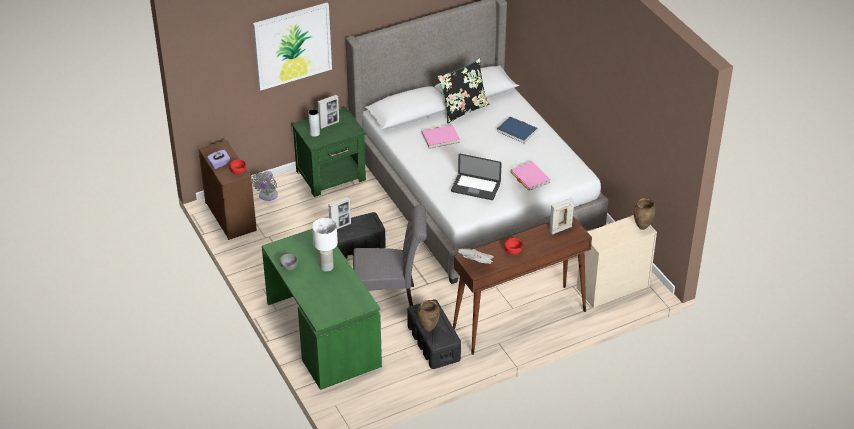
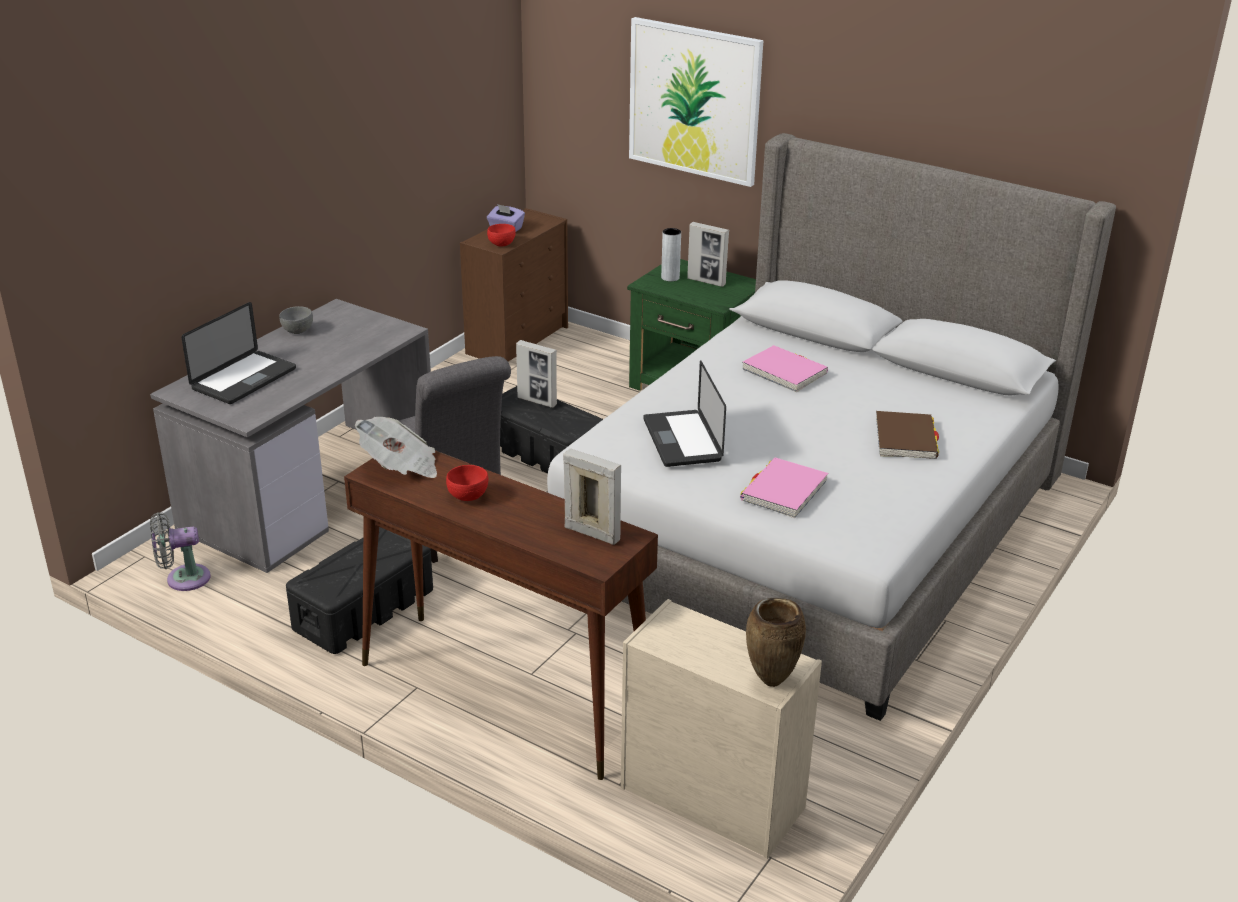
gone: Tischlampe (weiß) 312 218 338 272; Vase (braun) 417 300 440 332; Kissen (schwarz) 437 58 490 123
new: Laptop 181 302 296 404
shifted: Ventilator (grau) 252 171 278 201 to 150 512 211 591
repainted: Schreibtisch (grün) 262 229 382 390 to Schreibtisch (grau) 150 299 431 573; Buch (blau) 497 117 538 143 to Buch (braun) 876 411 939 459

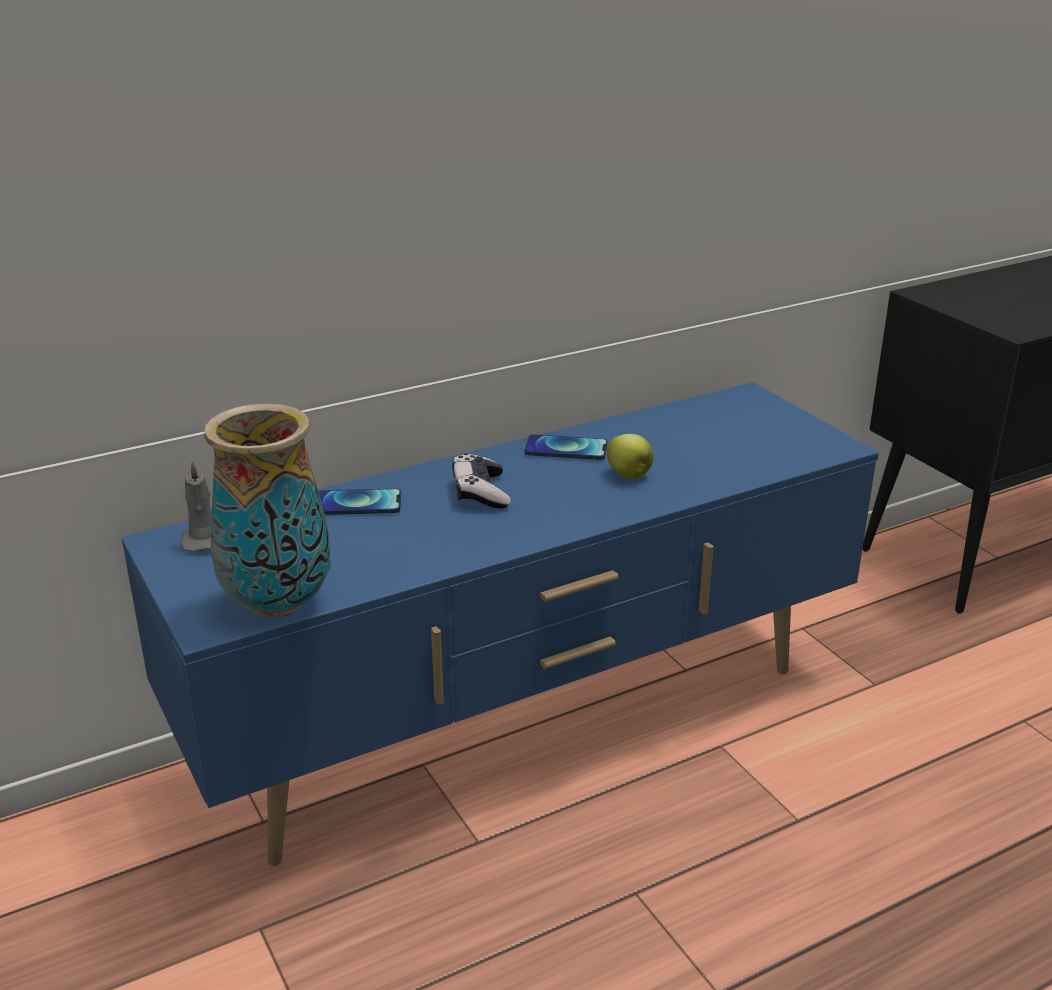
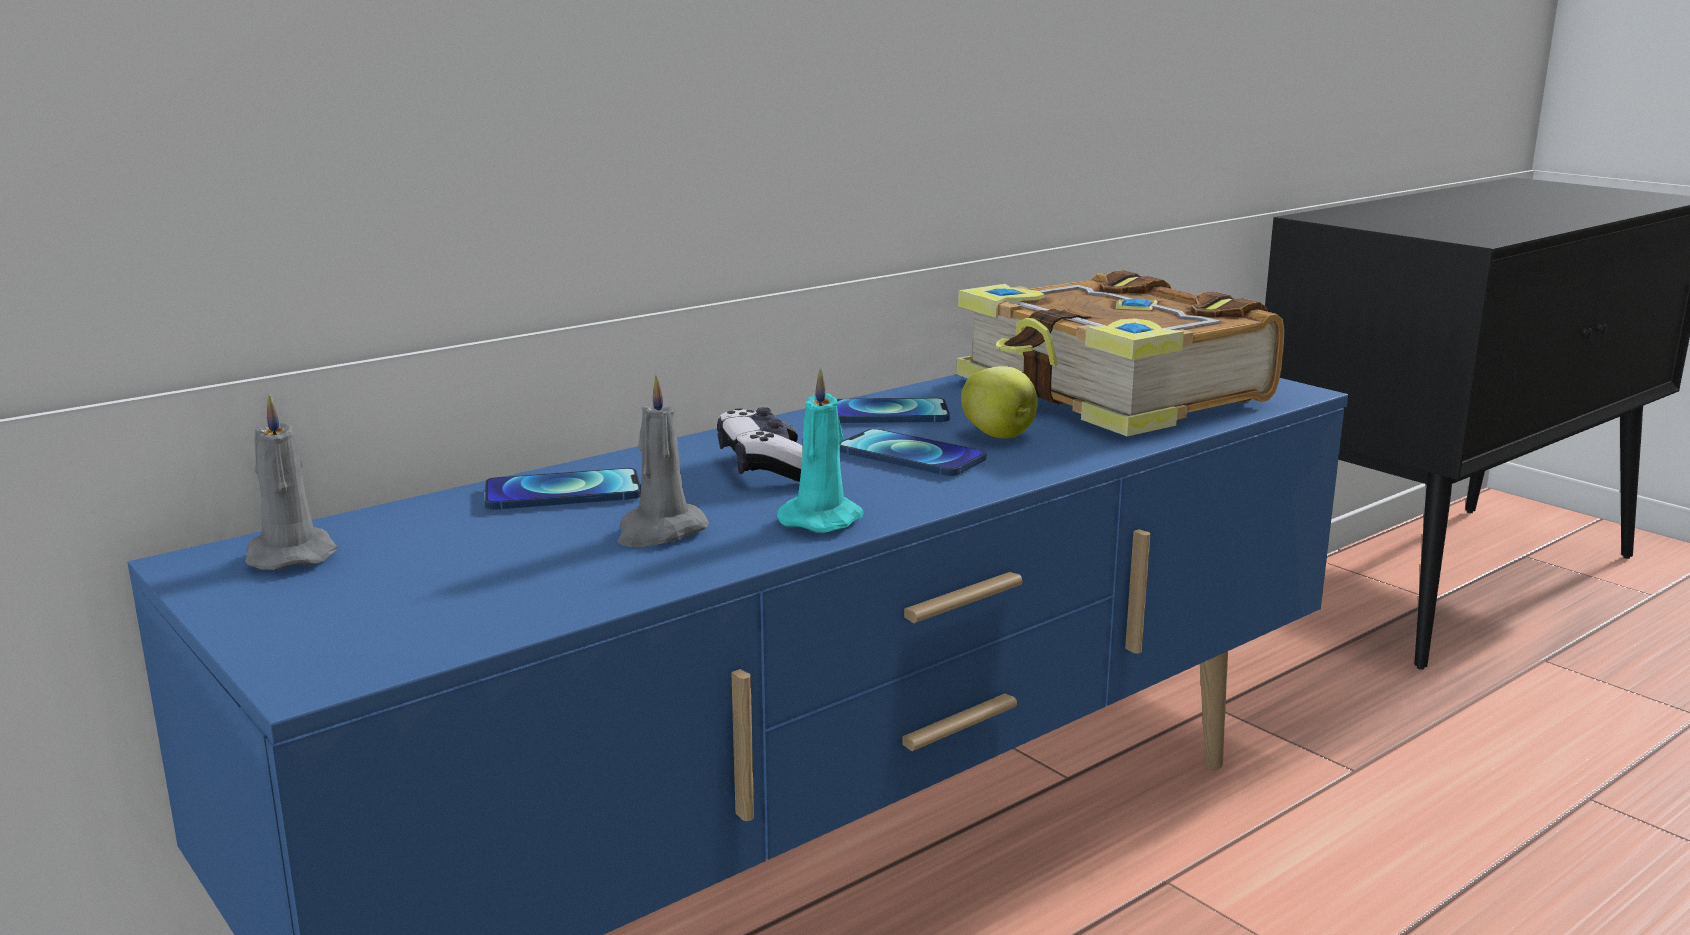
gone: Vase 204 404 331 618
new: Kerze (grau) 617 375 709 547; Kerze (türkis) 777 367 864 533; Handy 840 429 986 476; Buch 956 270 1284 436

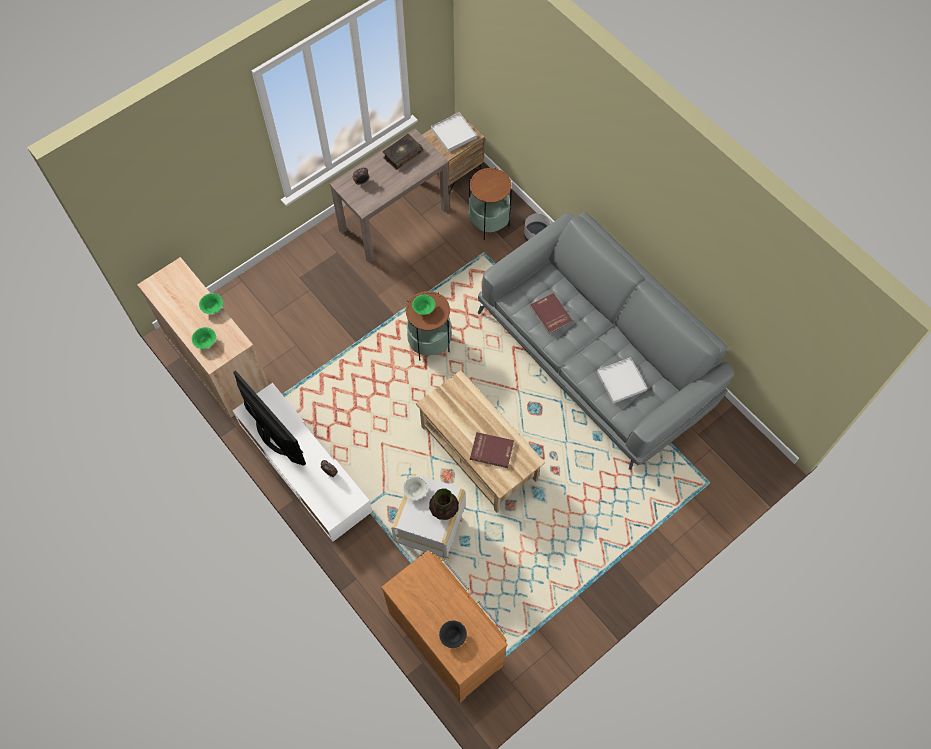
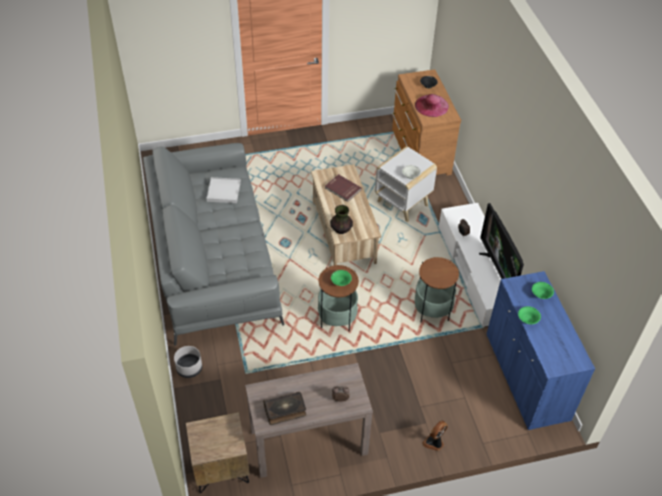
gone: Tablett (weiß) 431 112 477 152; Buch (rot) 530 293 573 334
new: Hut (rosa) 415 94 449 117; Ventilator 422 420 448 451
shifted: Vase 429 488 459 520 to 330 205 353 234; Beistelltisch 468 167 512 240 to 415 257 459 322
repainted: Schrank (beige) 137 257 269 418 to Schrank (blau) 486 271 595 430

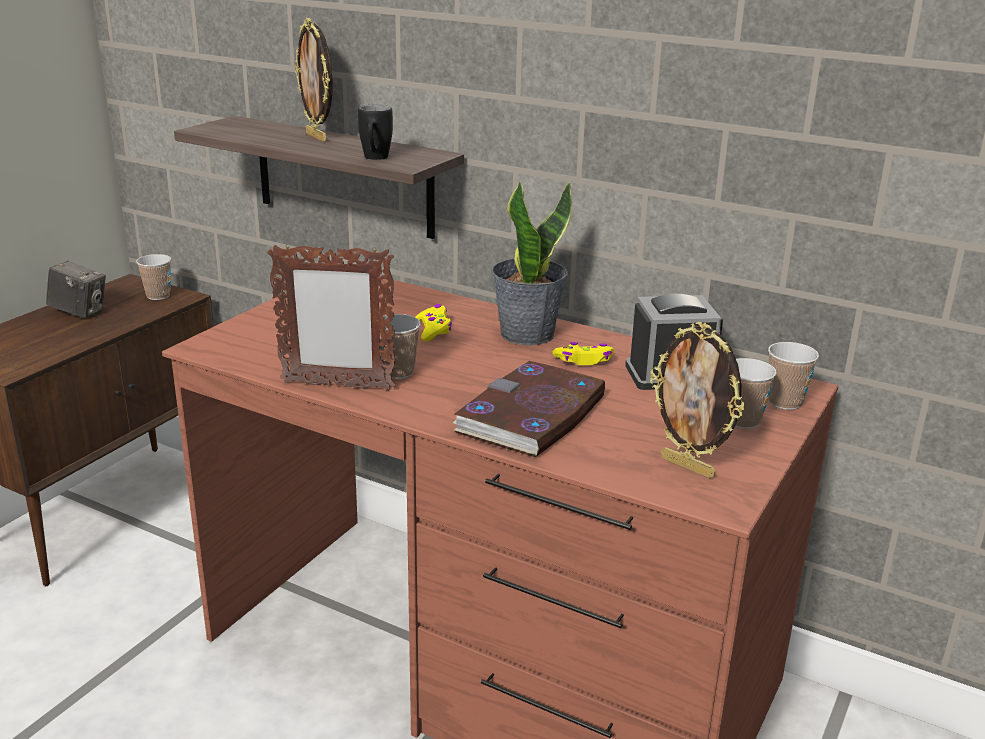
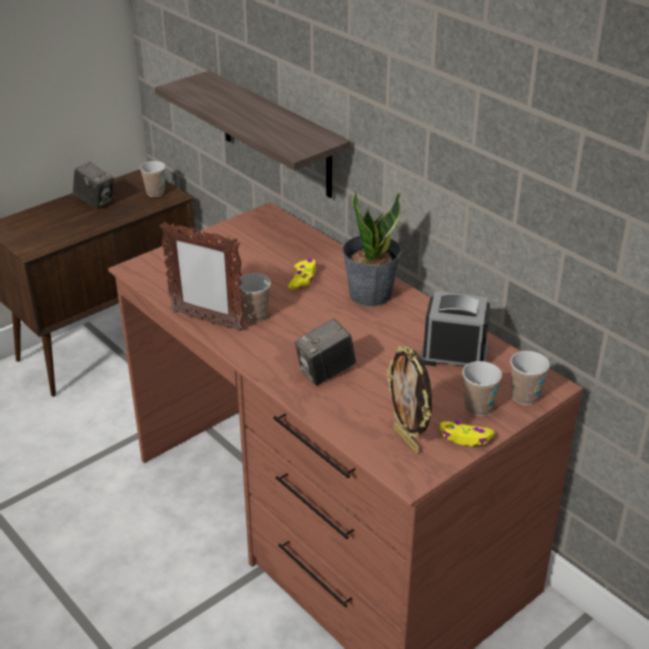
gone: Bilderrahmen 294 18 332 142; Henkelbecher (schwarz) 358 105 393 160
shifted: Gamepad (gelb) 552 342 614 365 to 440 420 495 446
swapped: Buch 452 361 605 457 to Kamera 295 318 356 385

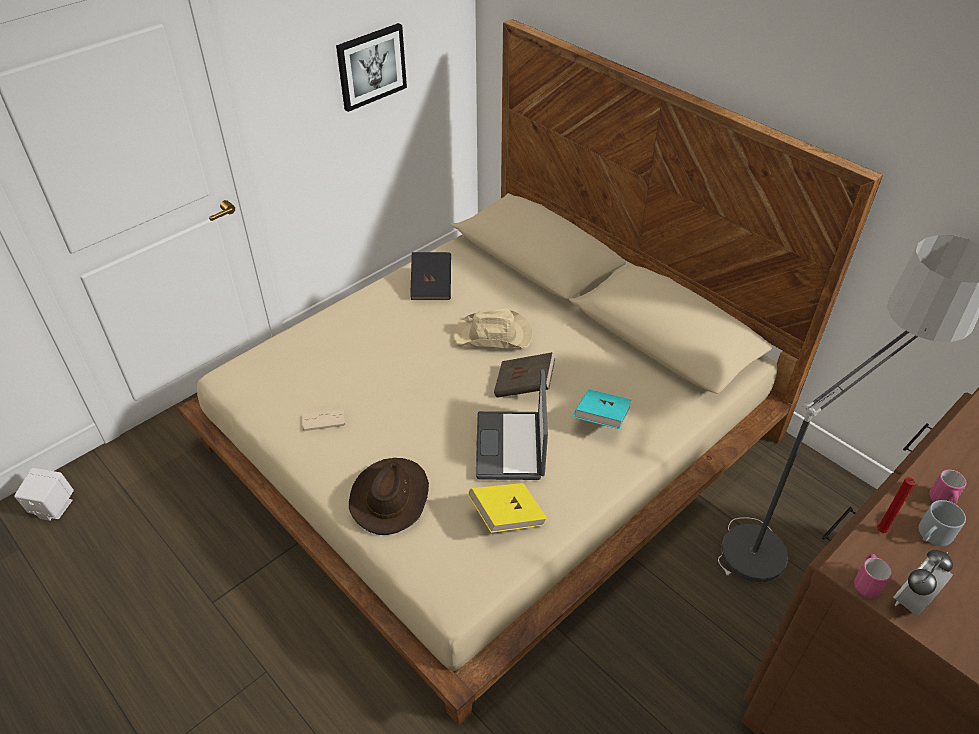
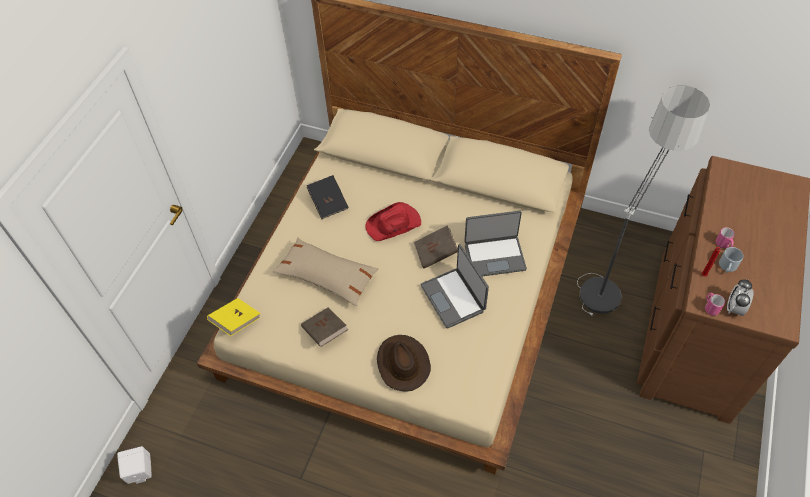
gone: Bild 336 23 407 112
new: Kissen (beige) 273 238 379 306
shifted: Buch (gelb) 468 483 547 533 to 207 298 260 336
swapped: Gamepad (beige) 302 409 345 431 to Buch (braun) 301 307 348 347; Buch (türkis) 574 389 632 429 to Laptop 464 211 527 276
repainted: Hut (beige) 454 309 532 348 to Hut (rot) 365 202 421 241

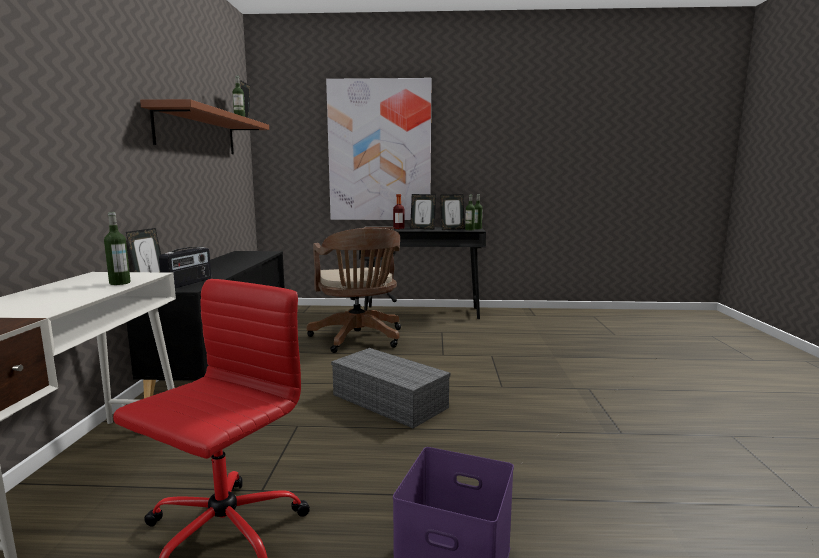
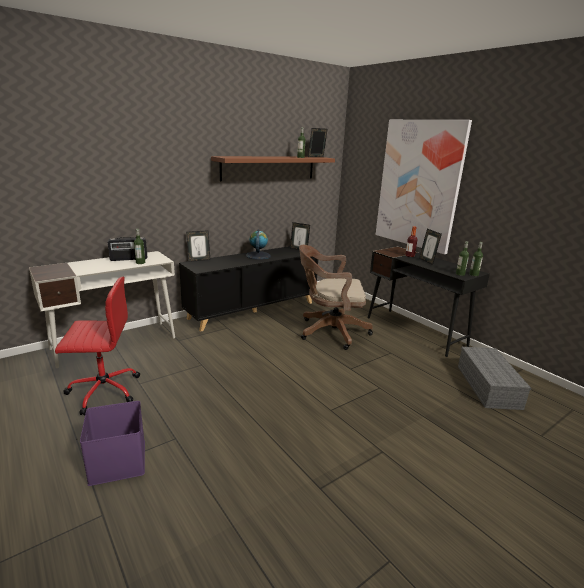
new: Globus 246 230 271 260
shifted: Radio 159 247 211 288 to 108 237 147 261; Bilderrahmen 440 194 465 230 to 290 222 310 250; Aufbewahrungsbox (grau) 331 348 450 428 to 458 347 531 410
rotated: Bürostuhl (braun) 307 228 401 353 = 299 245 373 350 60 degrees clockwise

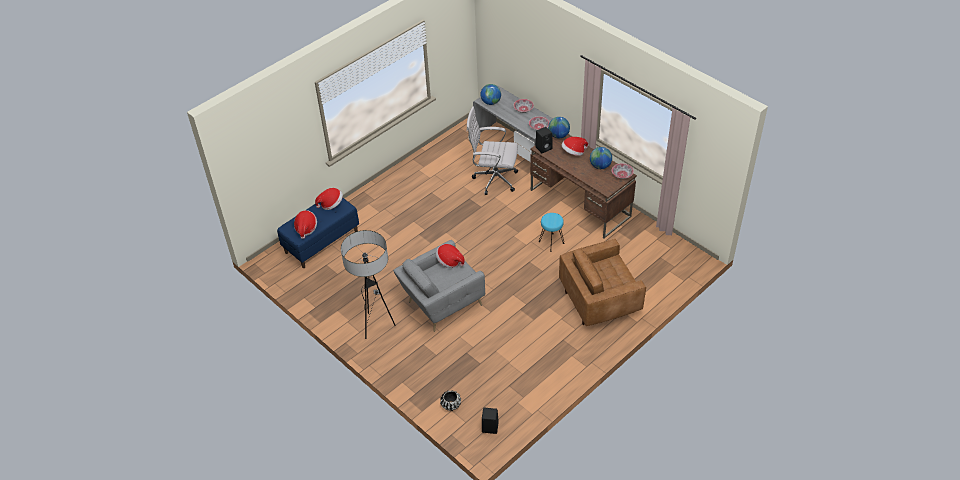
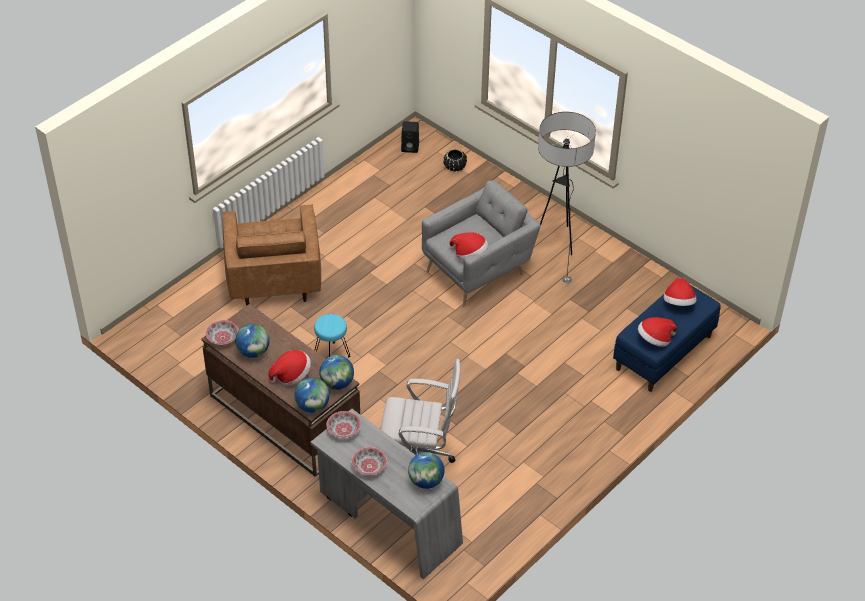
swapped: Lautsprecher (schwarz) 535 127 553 153 to Globus 319 355 354 390
rotated: Sessel (braun) 559 239 646 326 = 223 204 321 306 105 degrees clockwise

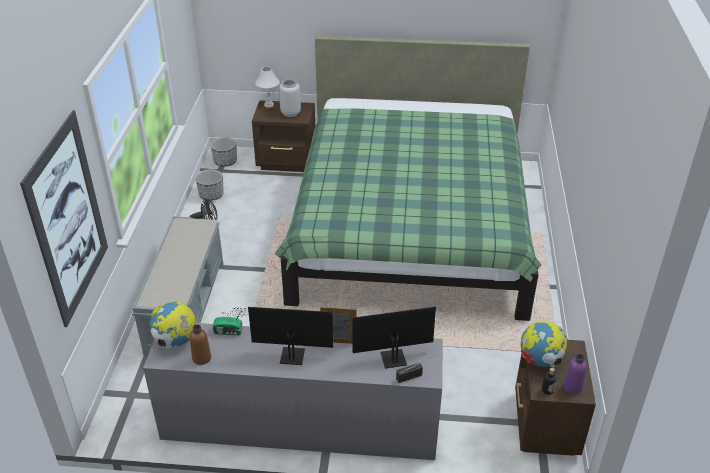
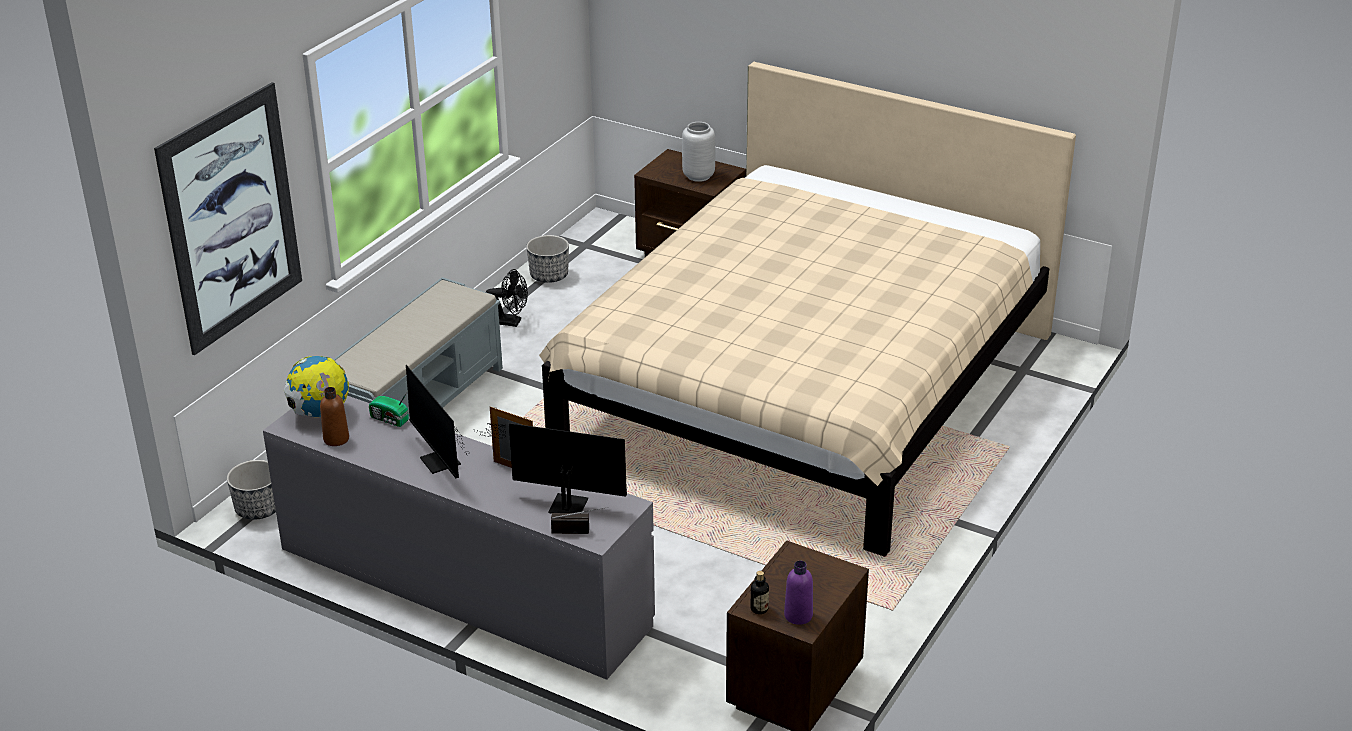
gone: Tischlampe (weiß) 255 67 280 108; Globus 521 321 568 368
shifted: Pflanzkübel 211 137 237 167 to 227 460 276 520
repainted: Bett (grün) 274 36 542 321 to Bett (beige) 539 62 1076 557
rotated: Monitor 227 307 333 365 = 406 365 469 478 150 degrees counterclockwise

